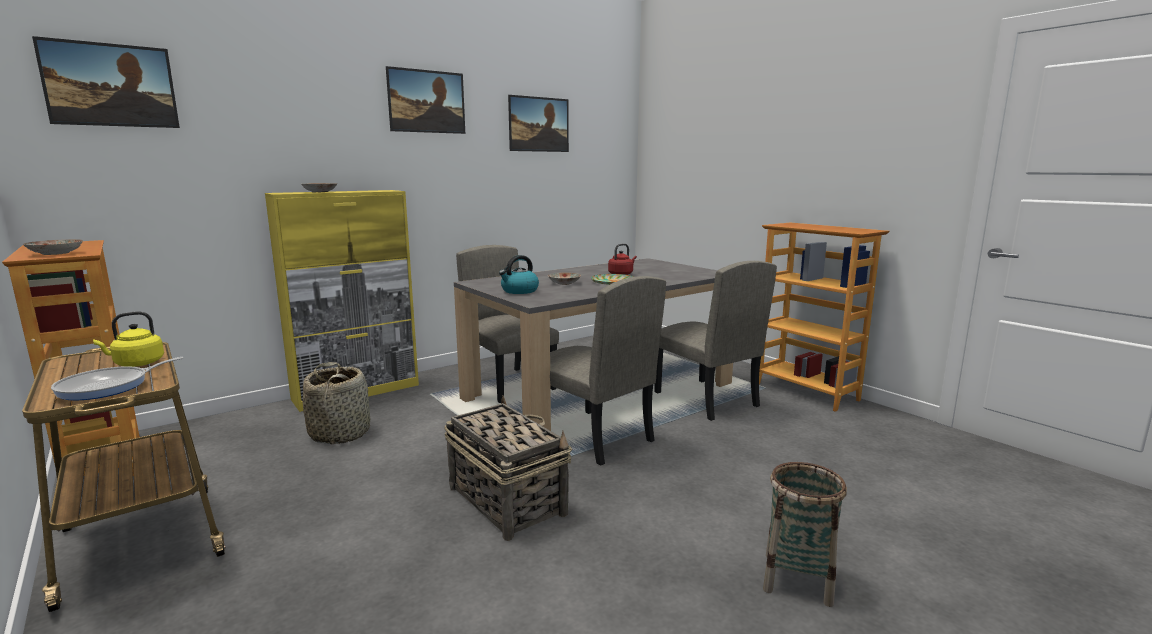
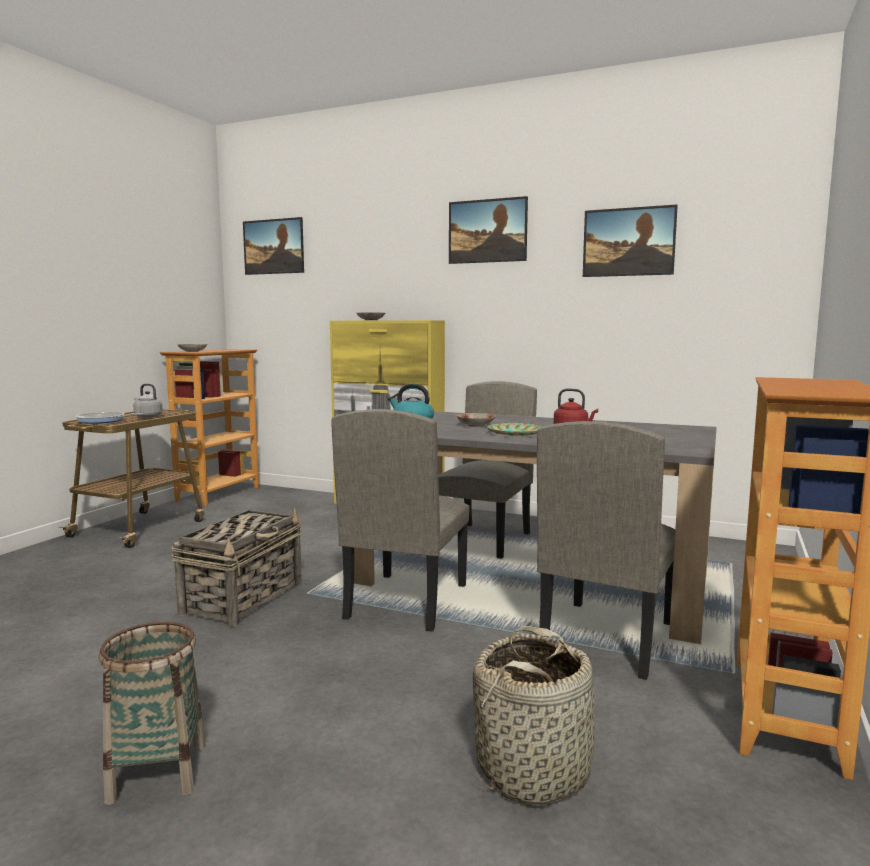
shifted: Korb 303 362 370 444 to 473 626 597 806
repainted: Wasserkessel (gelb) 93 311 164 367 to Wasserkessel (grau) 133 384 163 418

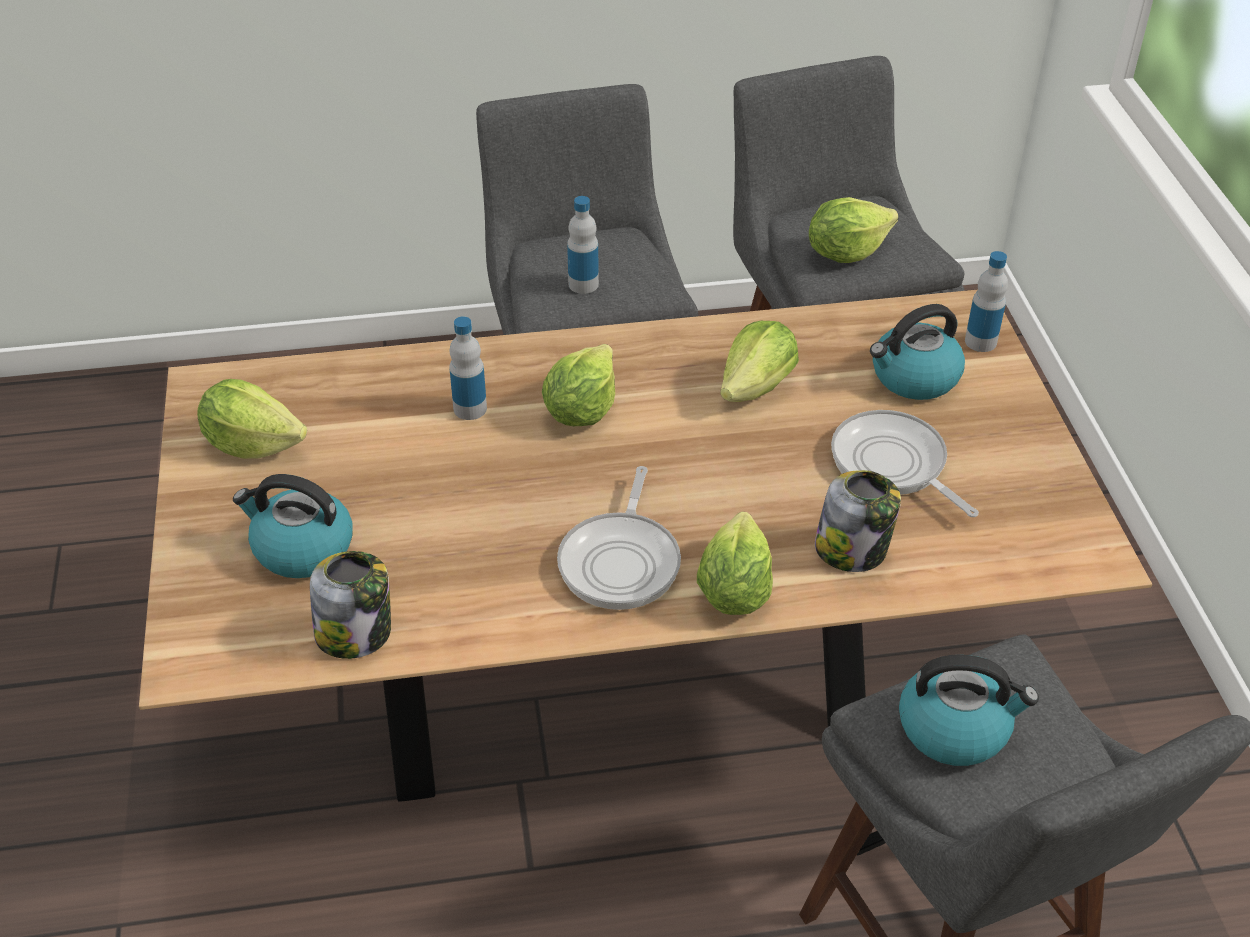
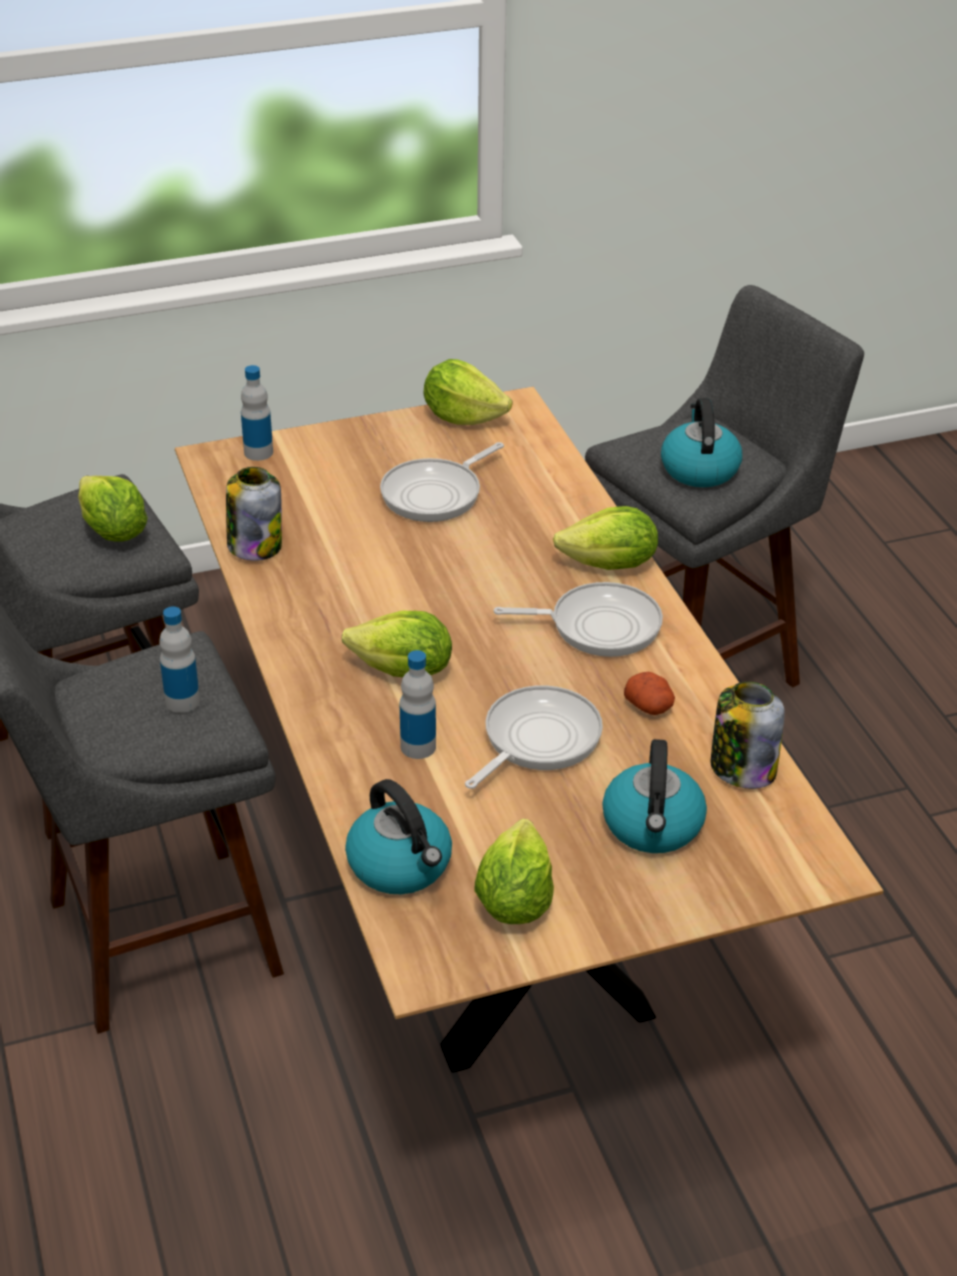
new: Pfanne 465 685 603 789; Kartoffel 624 672 675 715
shifted: Vorratsglas 815 470 901 572 to 226 467 282 561; Wasserkessel 870 304 965 400 to 345 779 452 894; Salatkopf 720 321 799 402 to 424 359 512 425

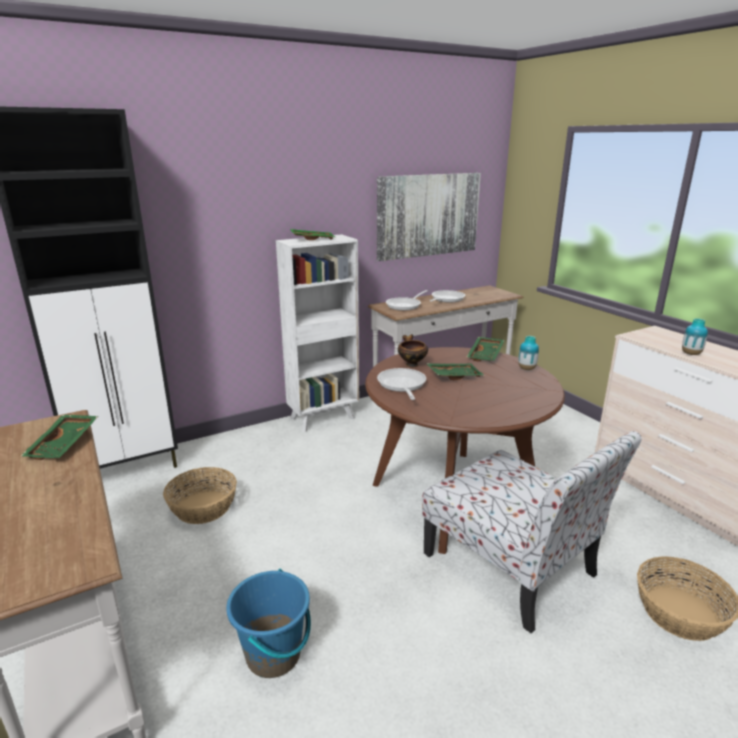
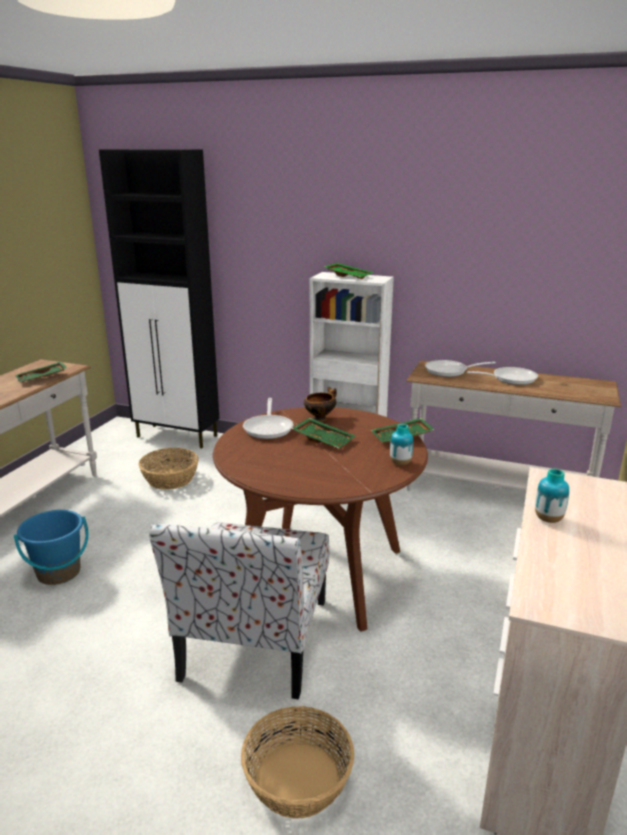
gone: Bild 377 173 481 261
rotated: Pfanne 377 368 426 400 = 243 398 294 439 135 degrees clockwise

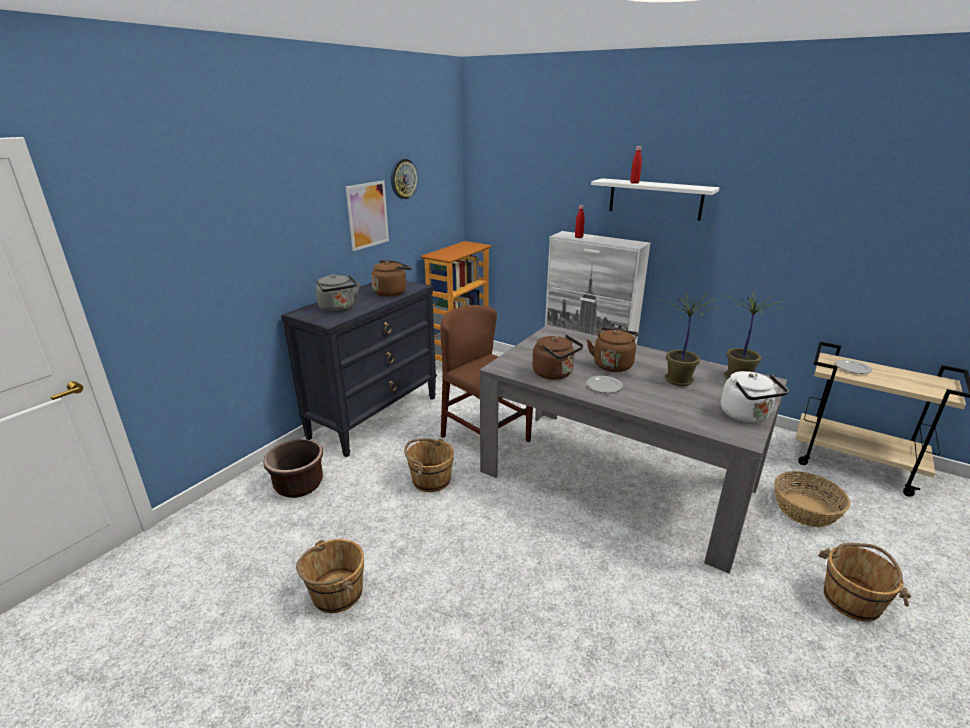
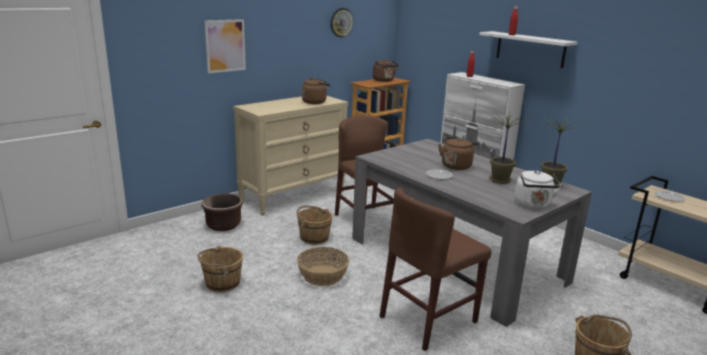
gone: Wasserkessel (grau) 316 274 360 313
new: Stuhl (braun) 379 188 492 351
shifted: Bild 346 181 389 251 to 204 19 246 73; Korb 774 471 850 527 to 297 247 349 286; Wasserkessel (braun) 532 335 583 380 to 373 59 399 82
repainted: Kommode (schwarz) 281 280 437 457 to Kommode (beige) 233 96 348 216

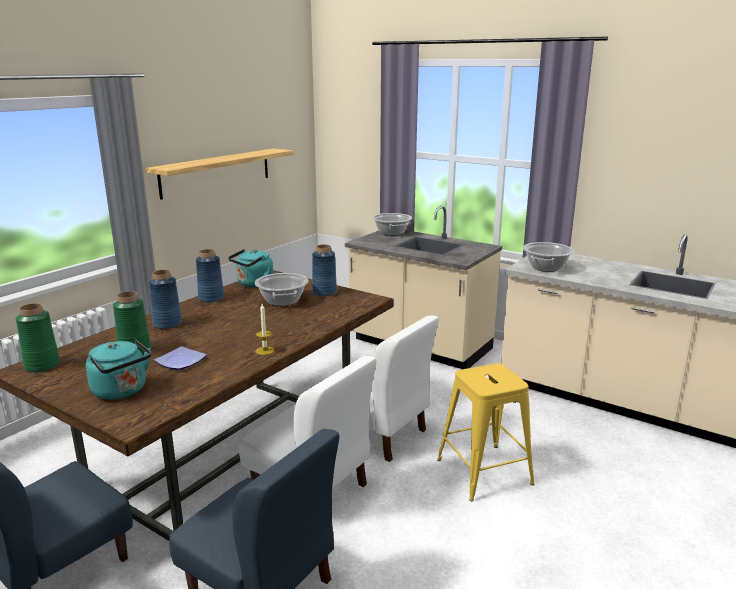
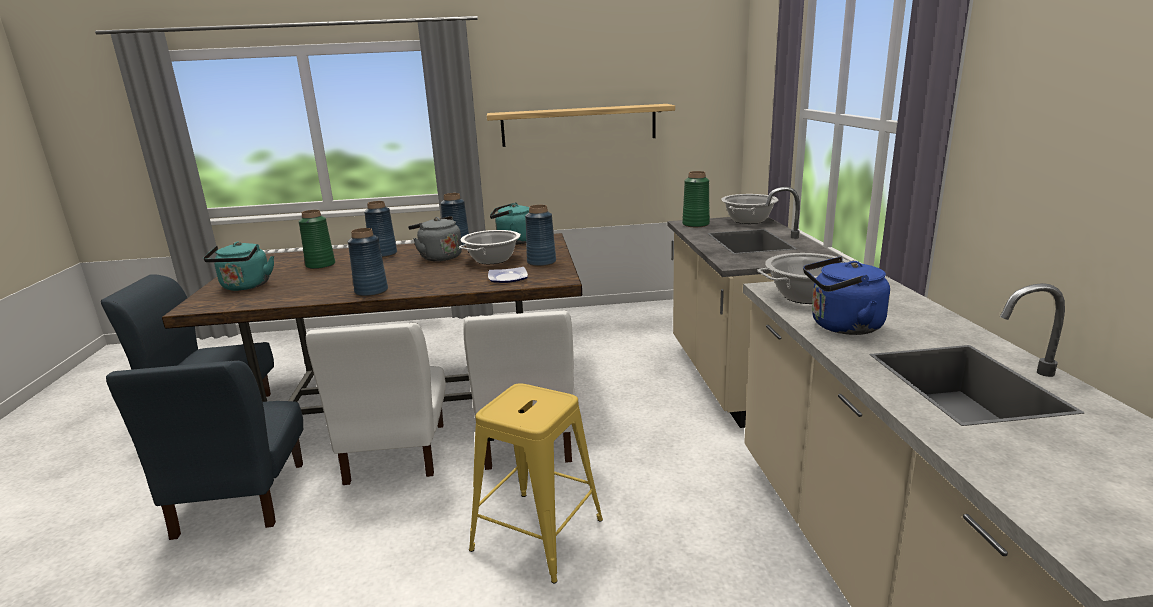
new: Wasserkessel (grau) 408 216 462 261; Wasserkessel (blau) 803 257 890 335
shifted: Teller 154 346 207 370 to 488 267 528 283; Vase (grün) 16 303 60 373 to 682 171 710 227
swapped: Kerze 256 304 275 355 to Vase (blau) 348 228 388 297

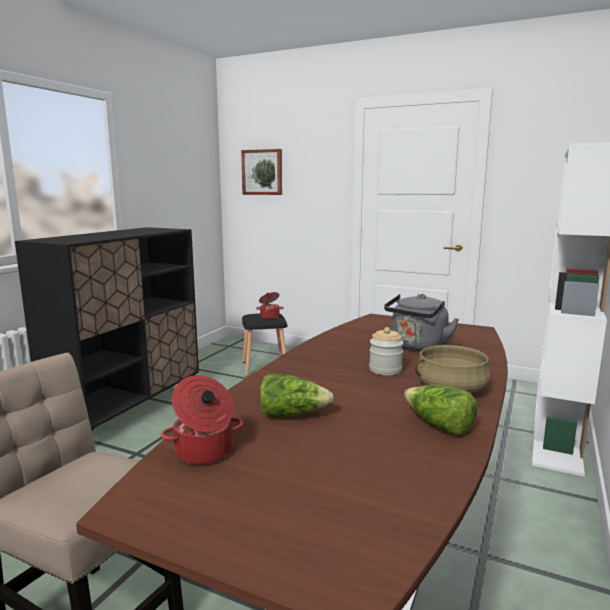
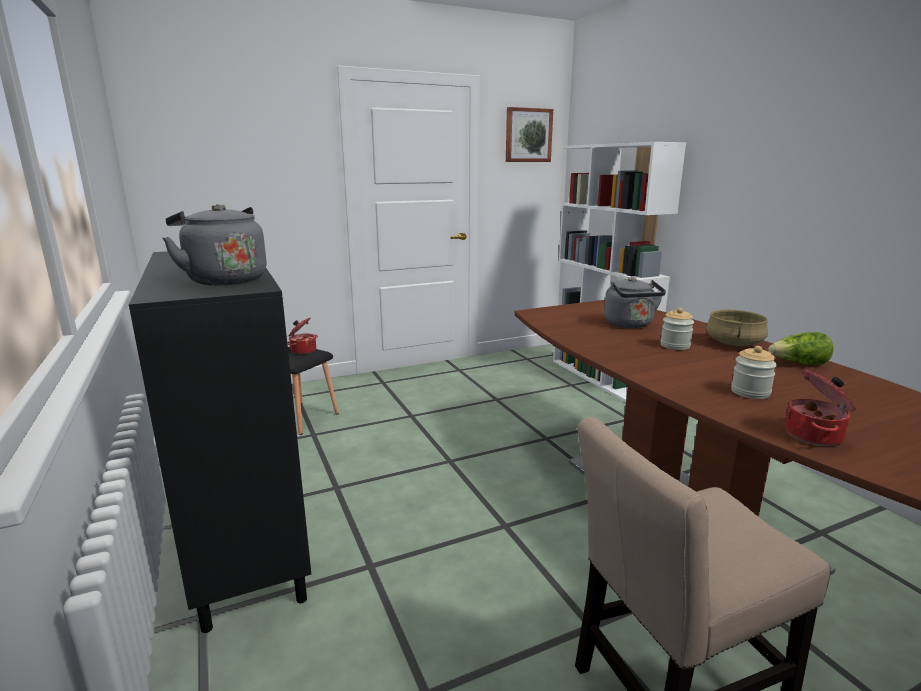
new: Wasserkessel (grau) 163 204 267 285
shifted: Bild 241 149 282 195 to 506 107 553 162
swapped: Salatkopf 259 374 334 417 to Vorratsglas 731 346 777 399

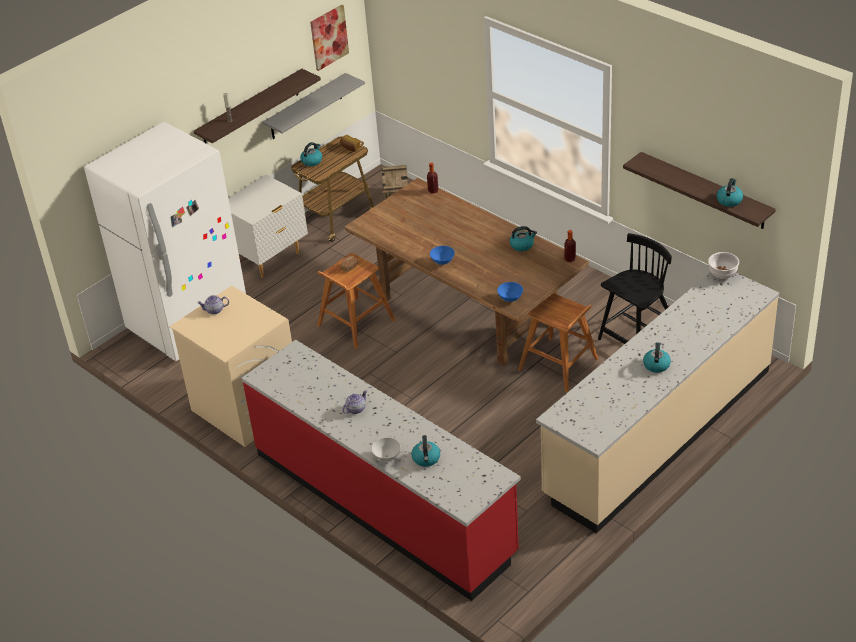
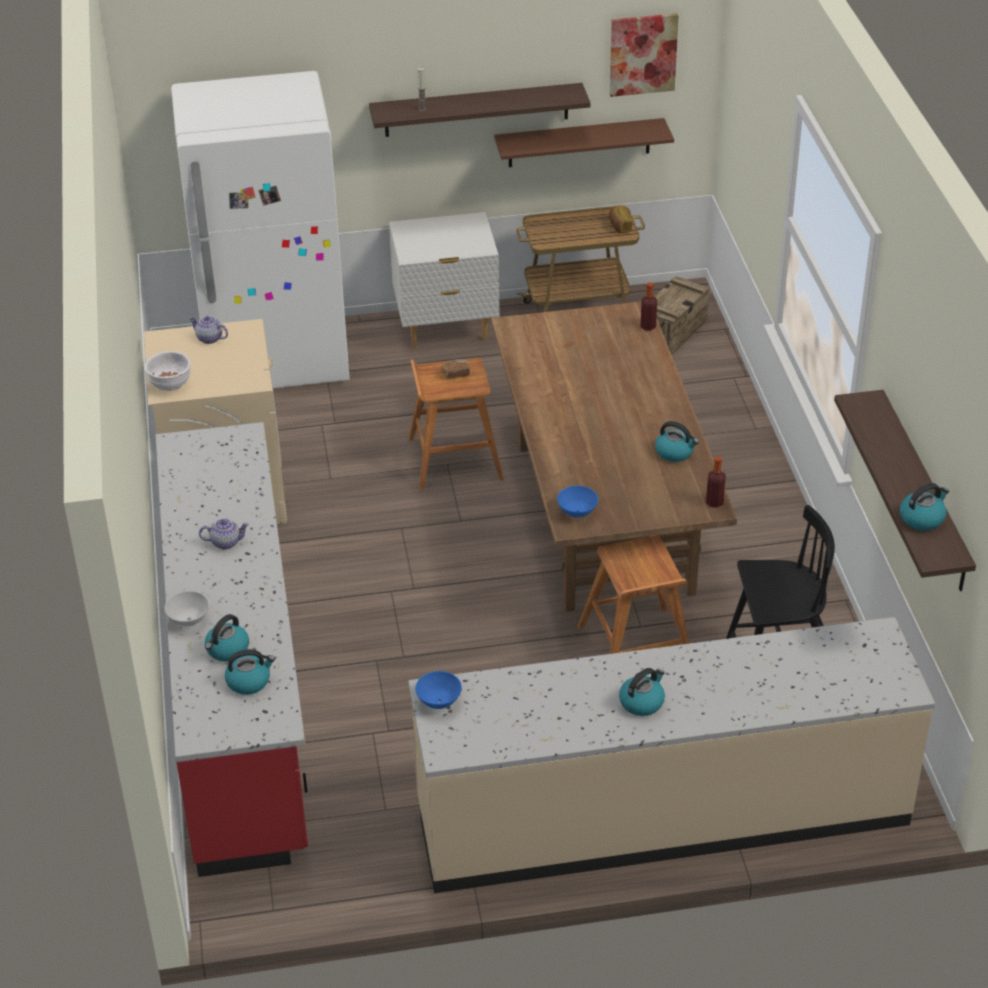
shifted: Schüssel (weiß) 708 252 739 279 to 144 351 191 391; Wasserkessel 300 142 322 166 to 225 649 275 695; Schüssel (blau) 430 246 455 265 to 415 671 462 709
repainted: Wandregal (grau) 262 73 365 140 to Wandregal (braun) 494 118 674 167

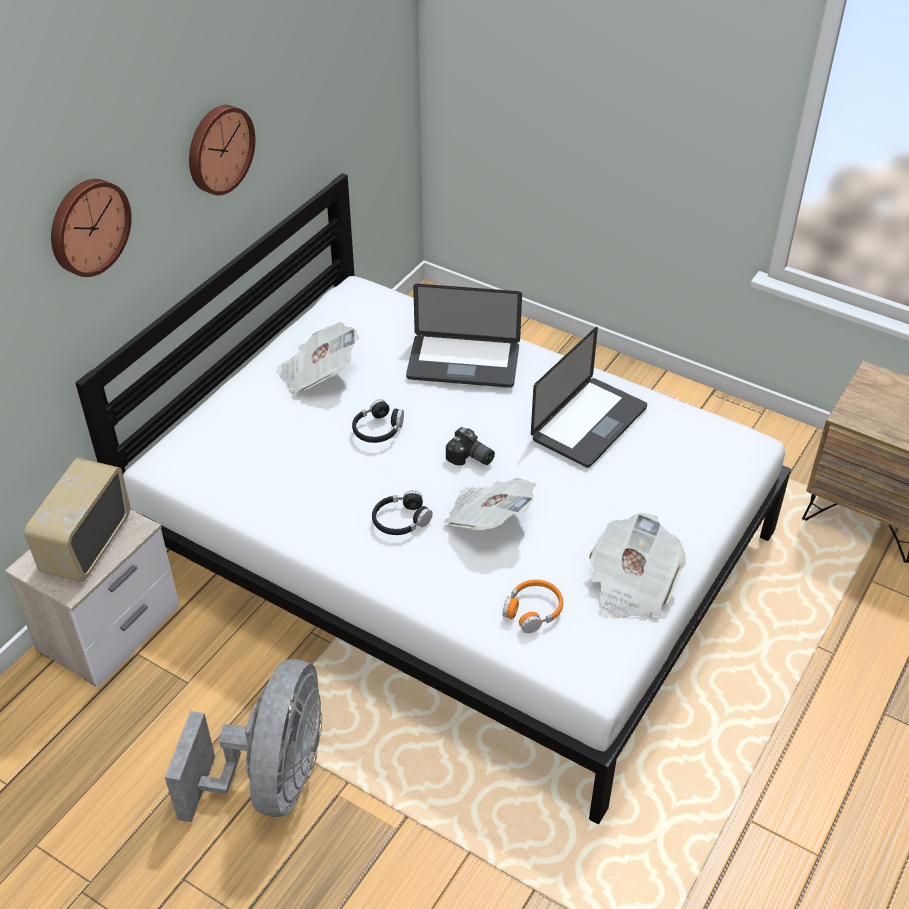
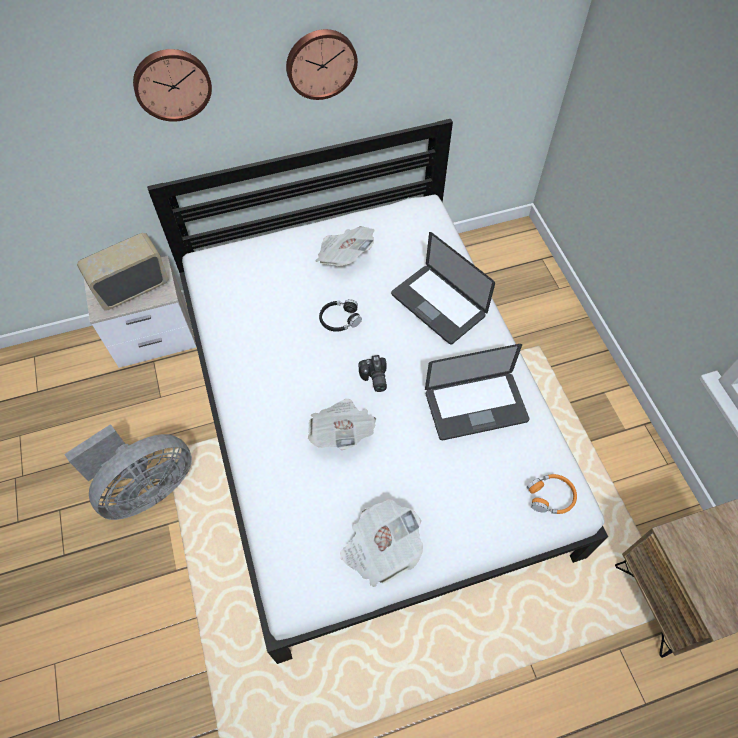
gone: Kopfhörer (schwarz) 372 490 433 535
shifted: Kopfhörer (orange) 502 580 563 633 to 527 474 577 514

